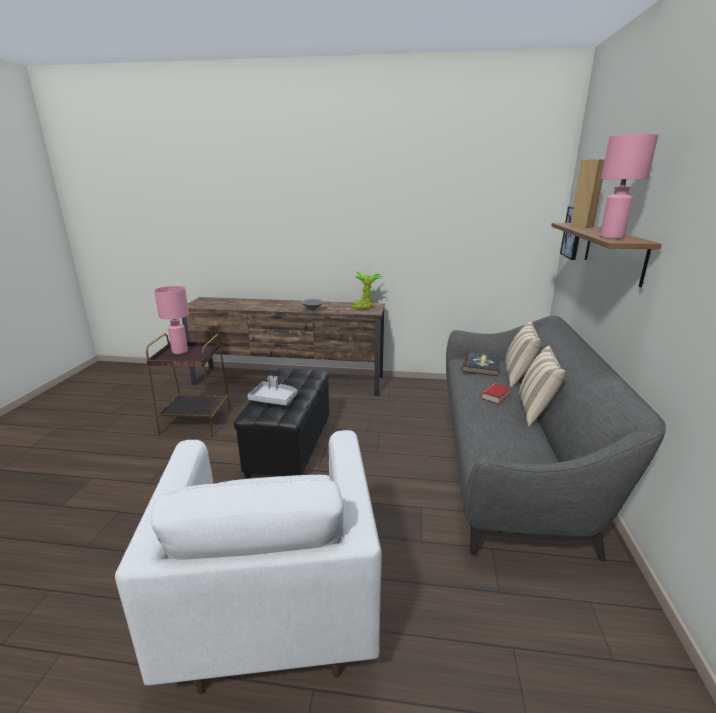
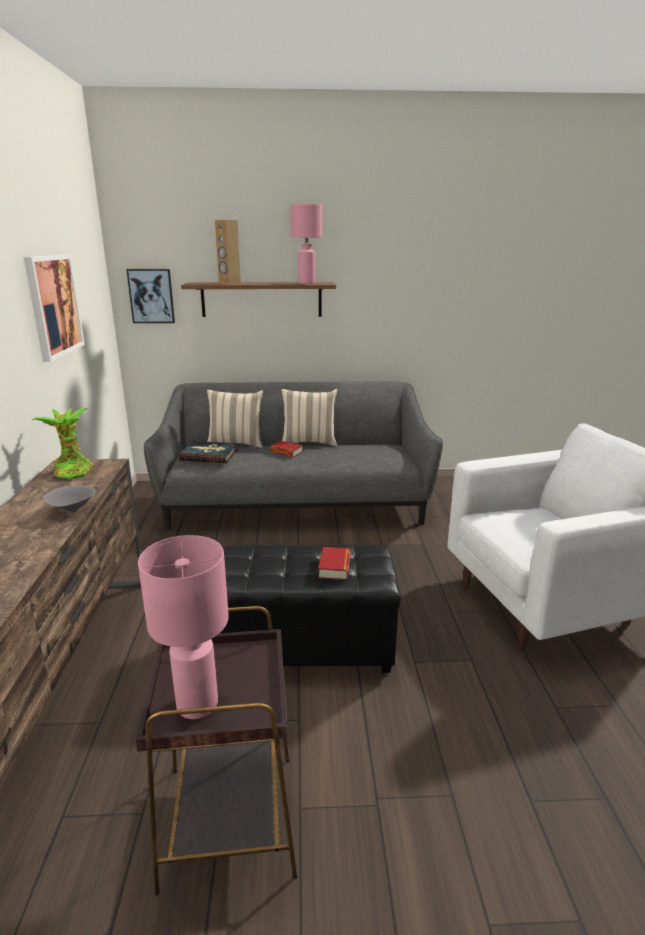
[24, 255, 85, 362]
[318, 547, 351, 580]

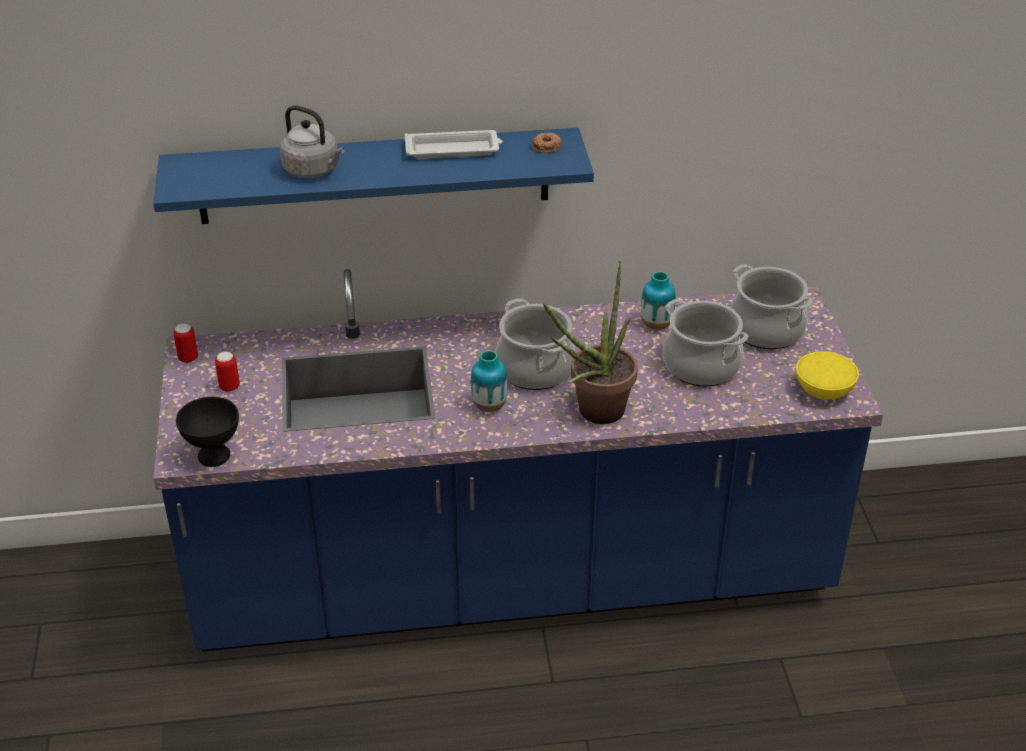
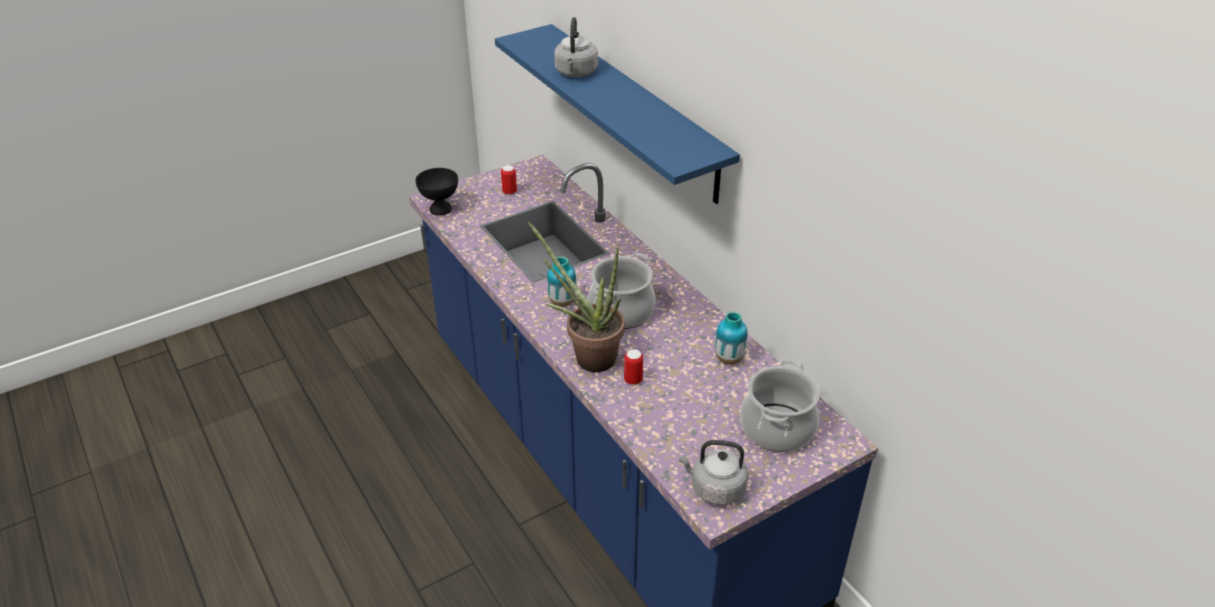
[624, 349, 643, 385]
[679, 440, 748, 505]
[405, 130, 502, 159] (first image)
[532, 132, 562, 153] (first image)
[663, 299, 749, 386] (first image)

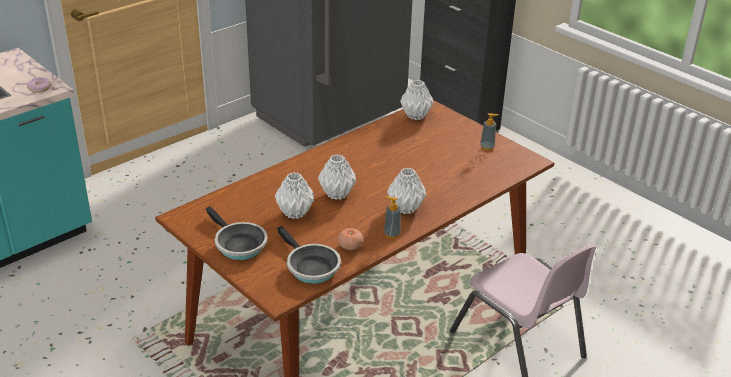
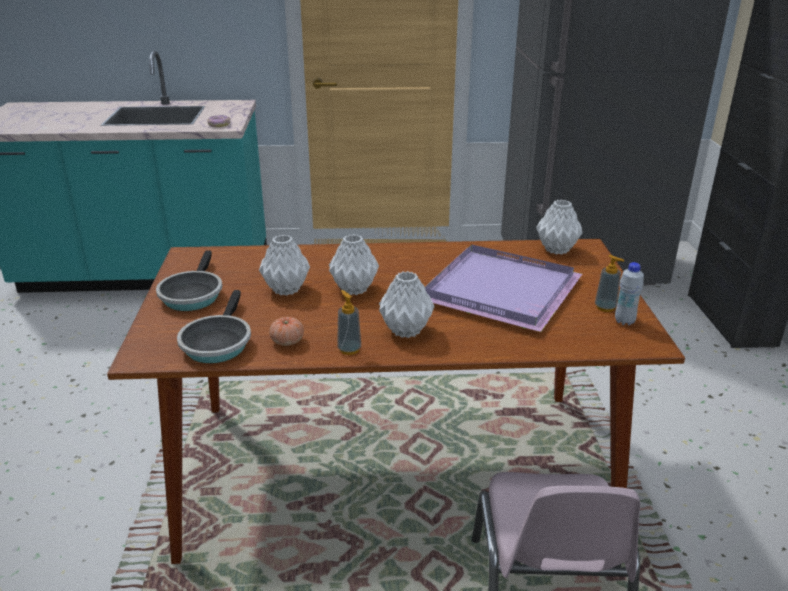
[425, 244, 582, 332]
[615, 262, 644, 325]

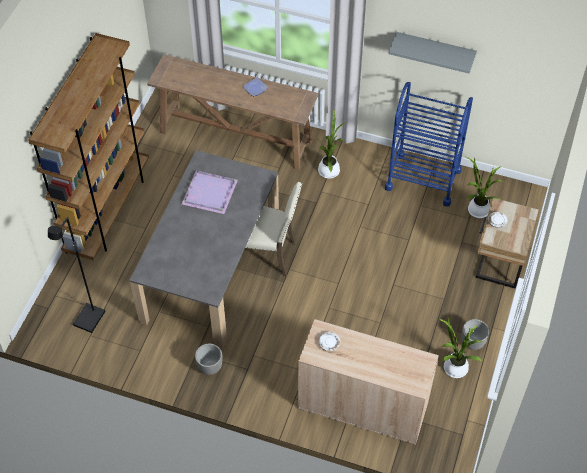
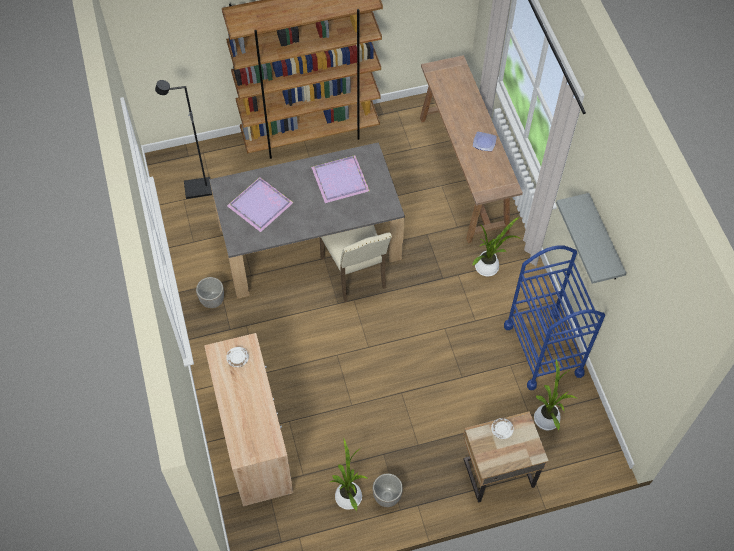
[227, 177, 294, 232]

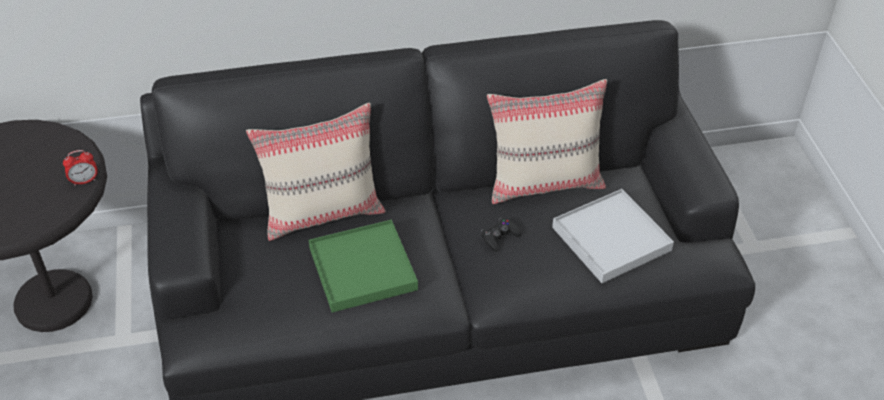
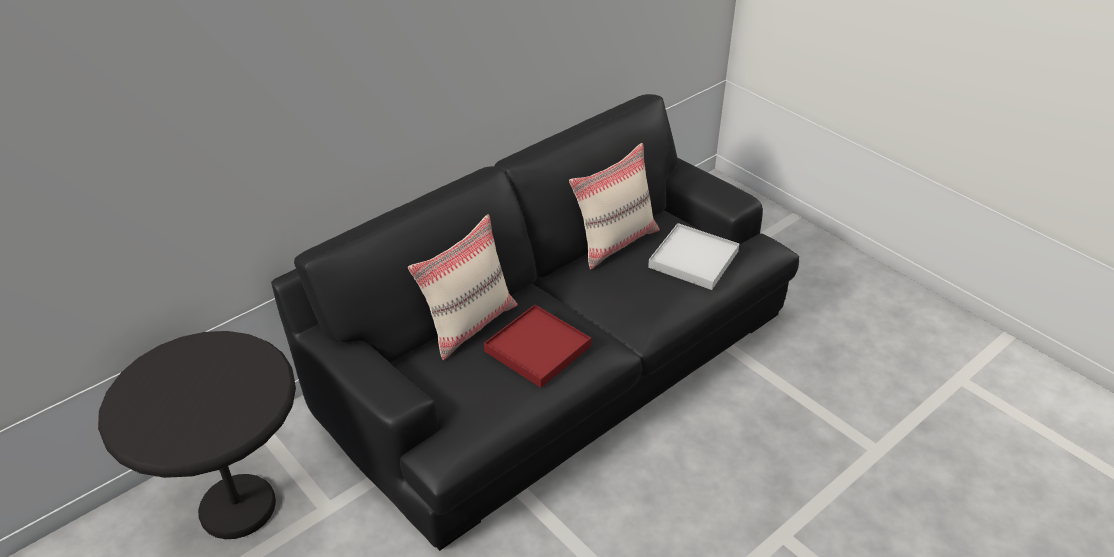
[484, 305, 591, 388]
[63, 150, 98, 186] (first image)
[481, 218, 521, 252] (first image)

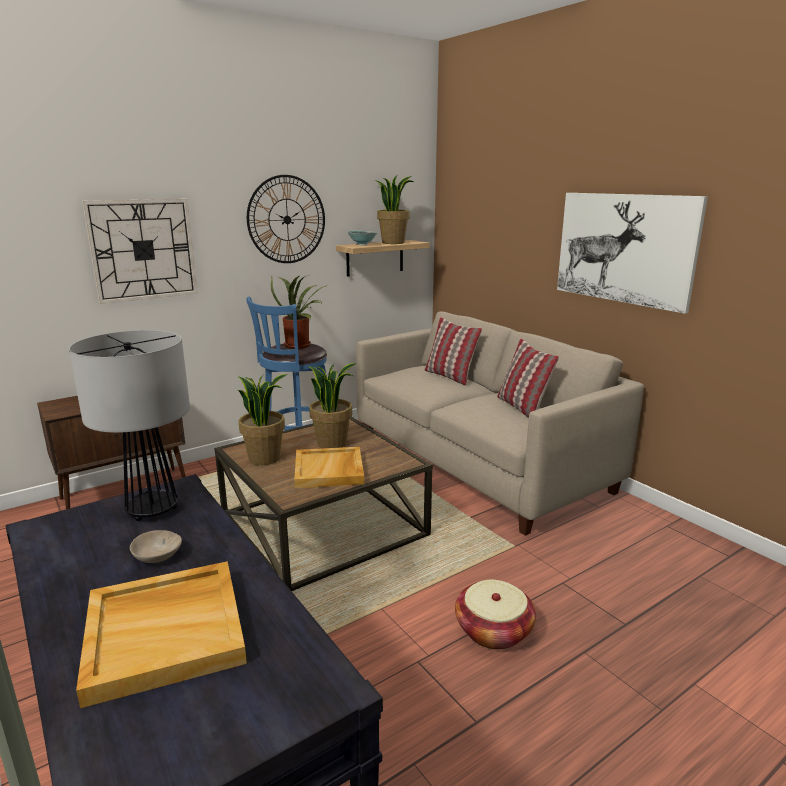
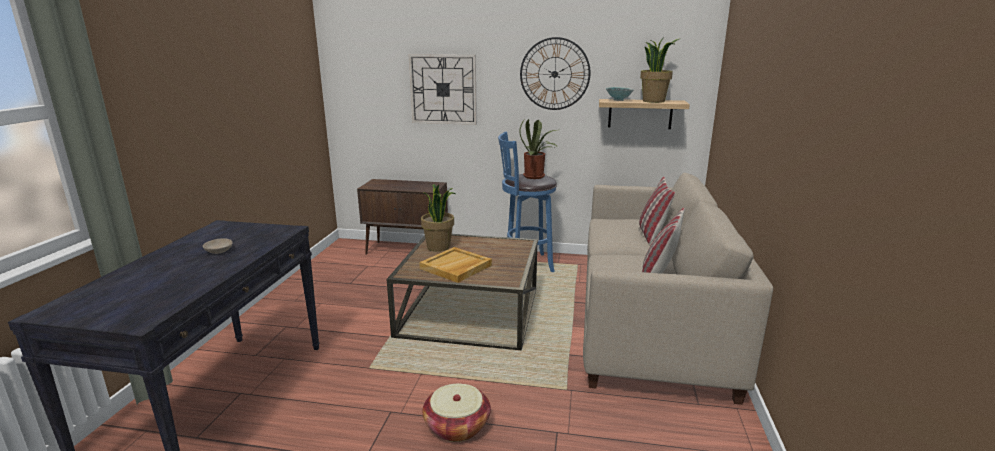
[69, 330, 190, 521] (first image)
[76, 561, 247, 708] (first image)
[308, 363, 357, 448] (first image)
[557, 193, 708, 314] (first image)

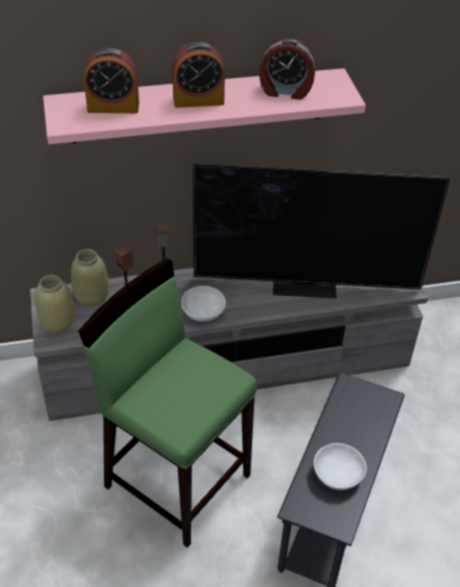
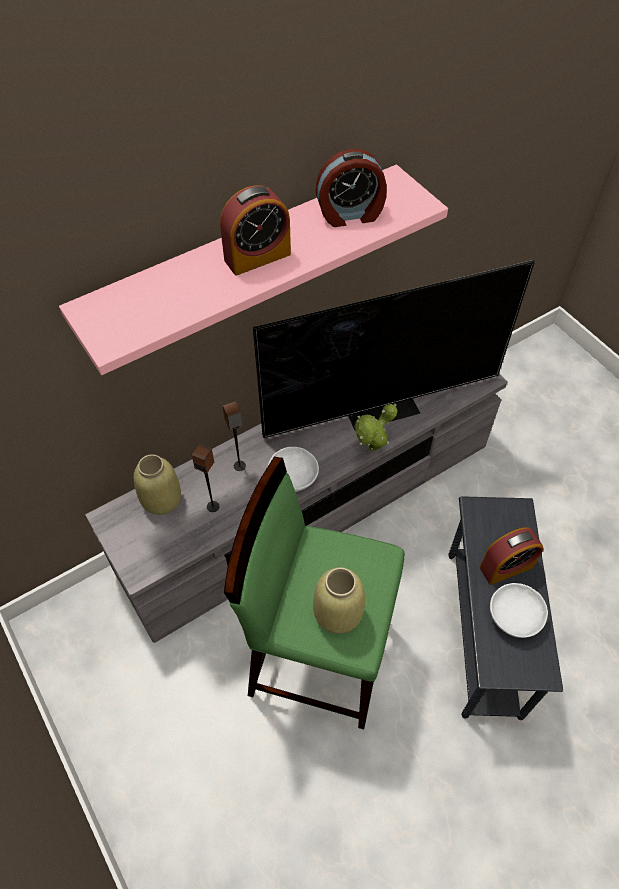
[313, 568, 365, 634]
[354, 403, 398, 451]
[480, 527, 543, 585]

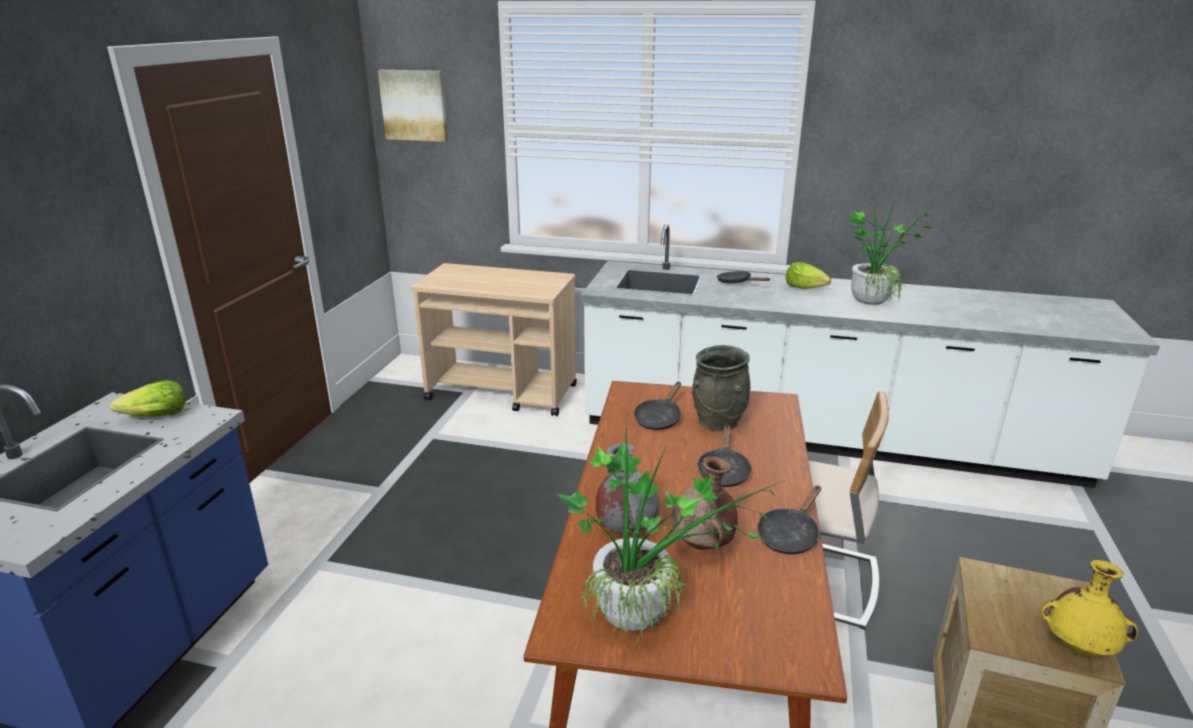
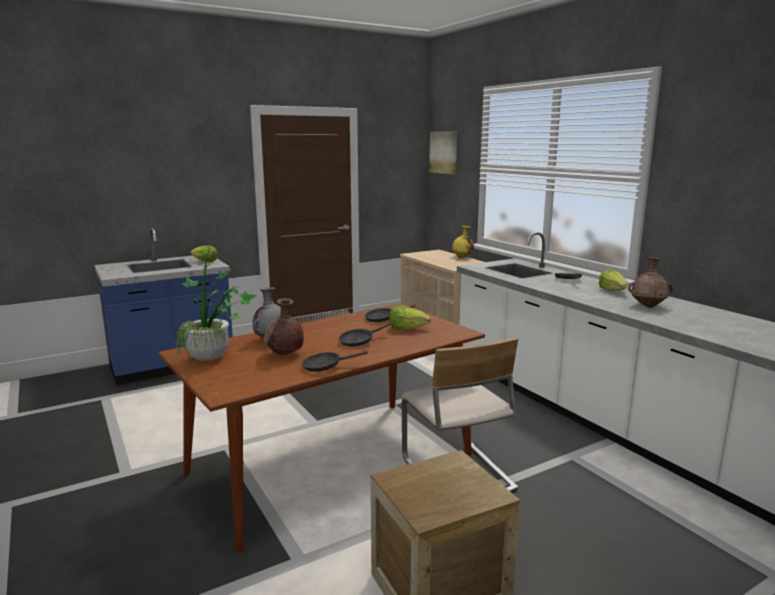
[389, 306, 431, 330]
[452, 226, 474, 258]
[628, 257, 673, 308]

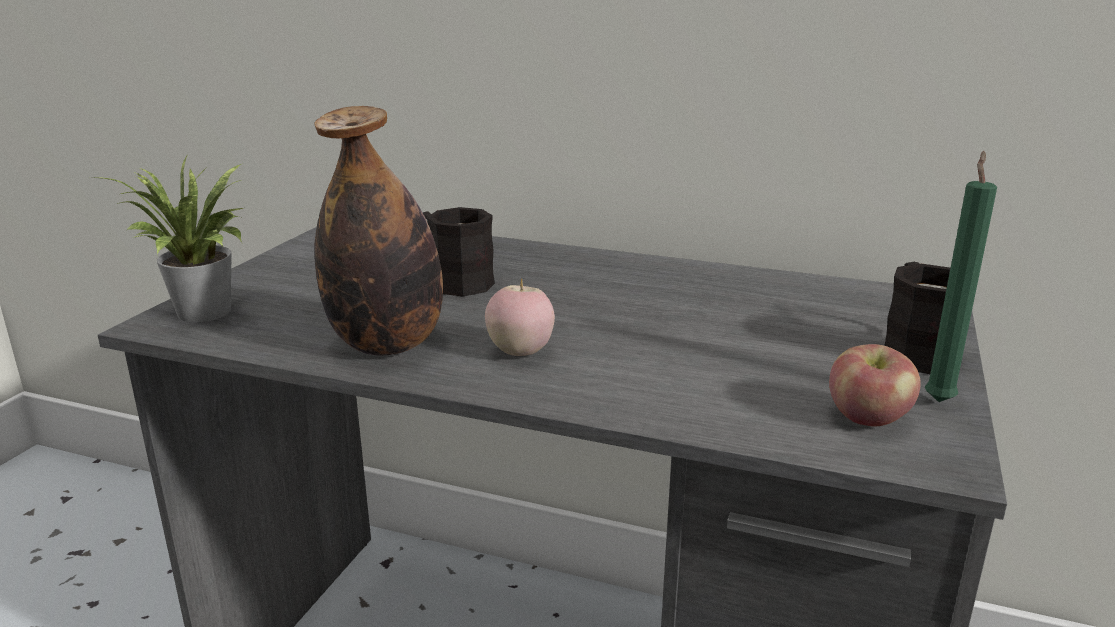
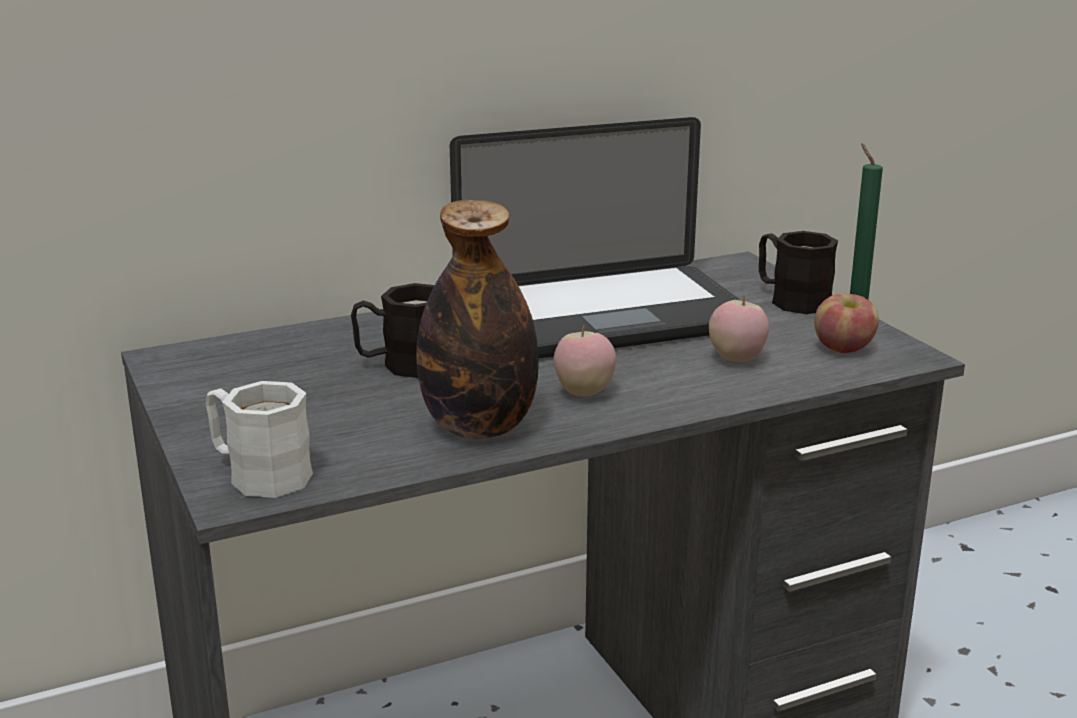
[206, 381, 313, 498]
[450, 117, 740, 359]
[709, 296, 769, 362]

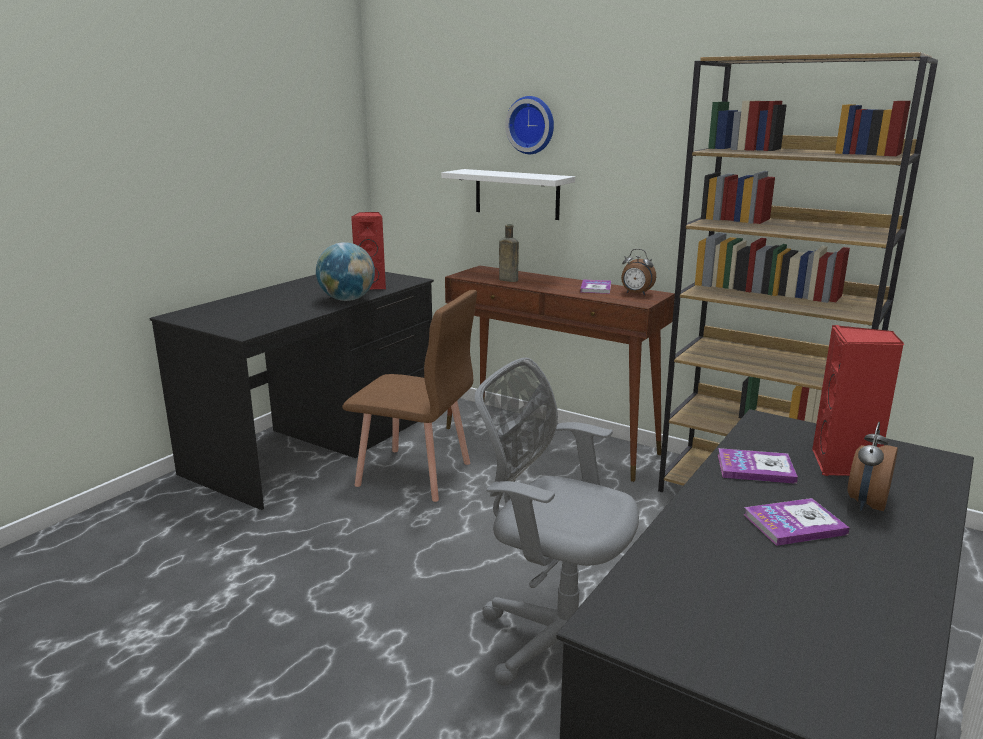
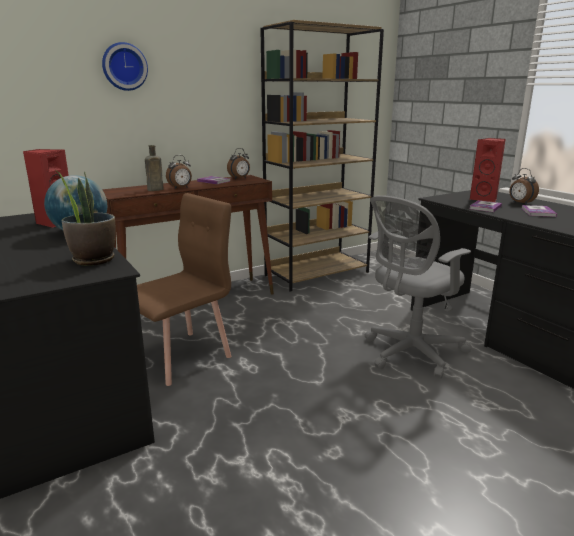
[55, 170, 116, 266]
[166, 155, 192, 189]
[441, 169, 575, 220] (first image)

